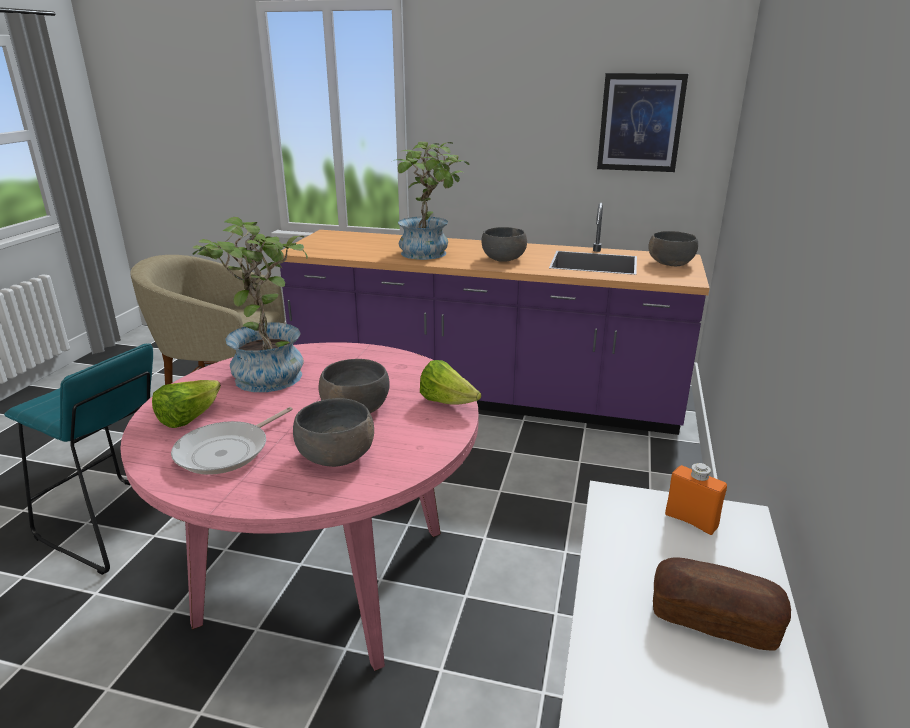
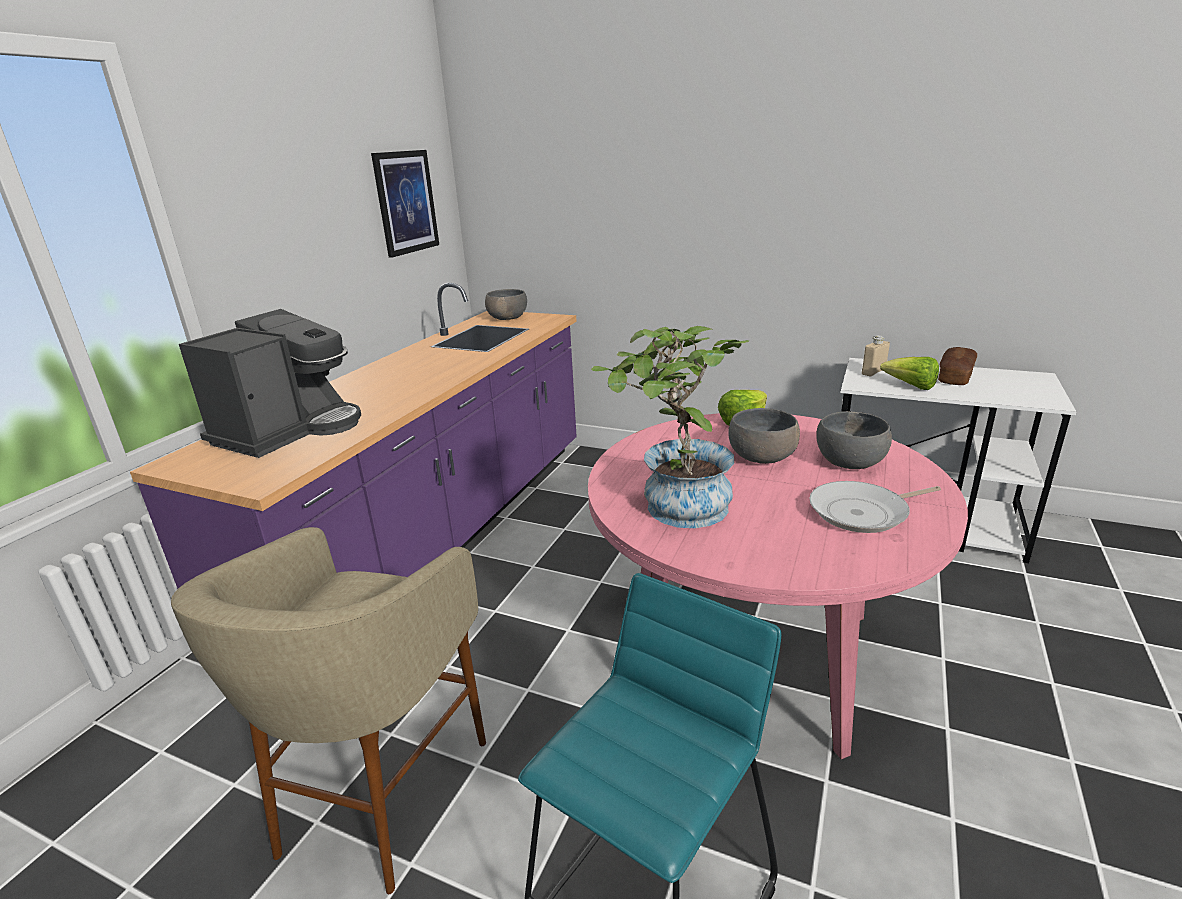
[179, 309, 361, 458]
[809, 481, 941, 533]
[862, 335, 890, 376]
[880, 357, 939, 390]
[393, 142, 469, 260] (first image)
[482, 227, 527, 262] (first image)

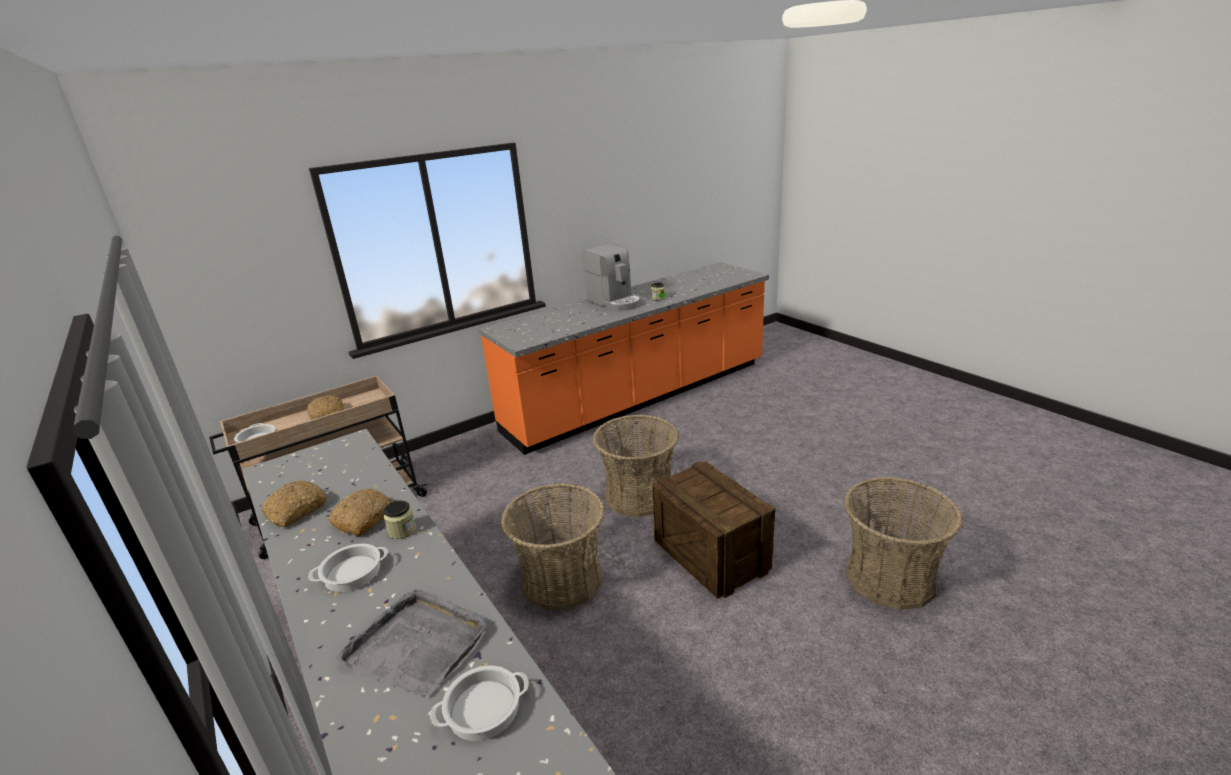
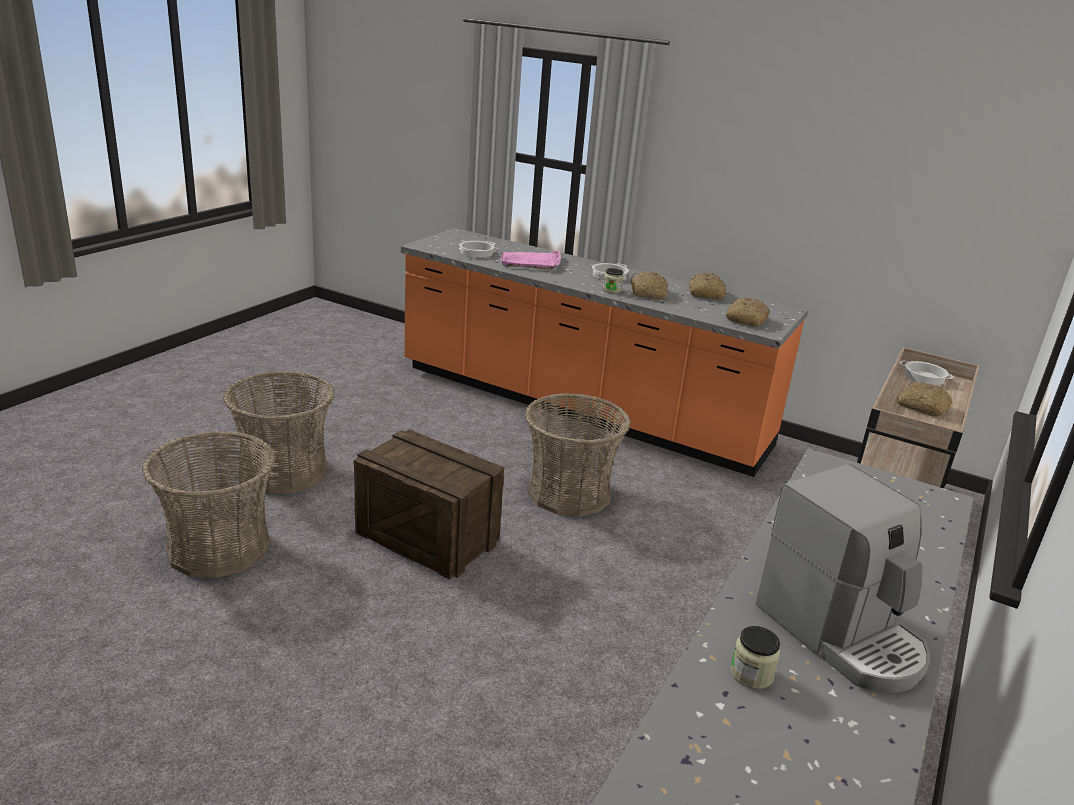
[223, 371, 335, 494]
[500, 251, 561, 270]
[726, 297, 770, 327]
[755, 464, 930, 693]

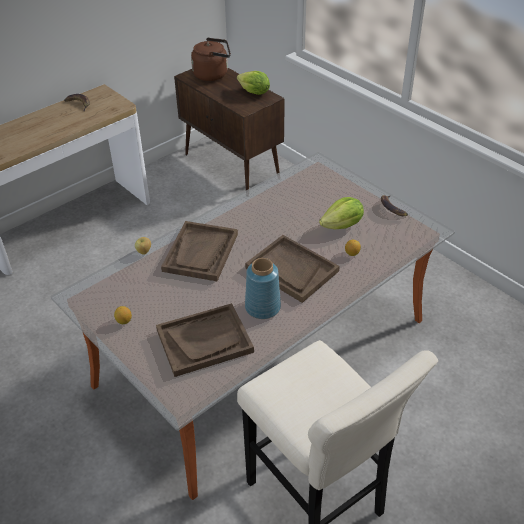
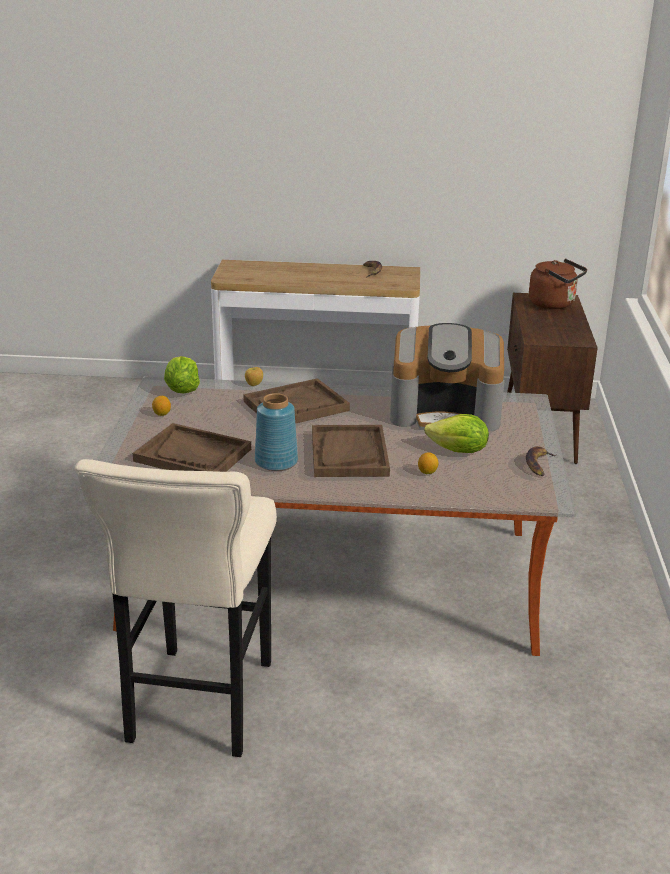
[164, 356, 200, 394]
[390, 323, 505, 431]

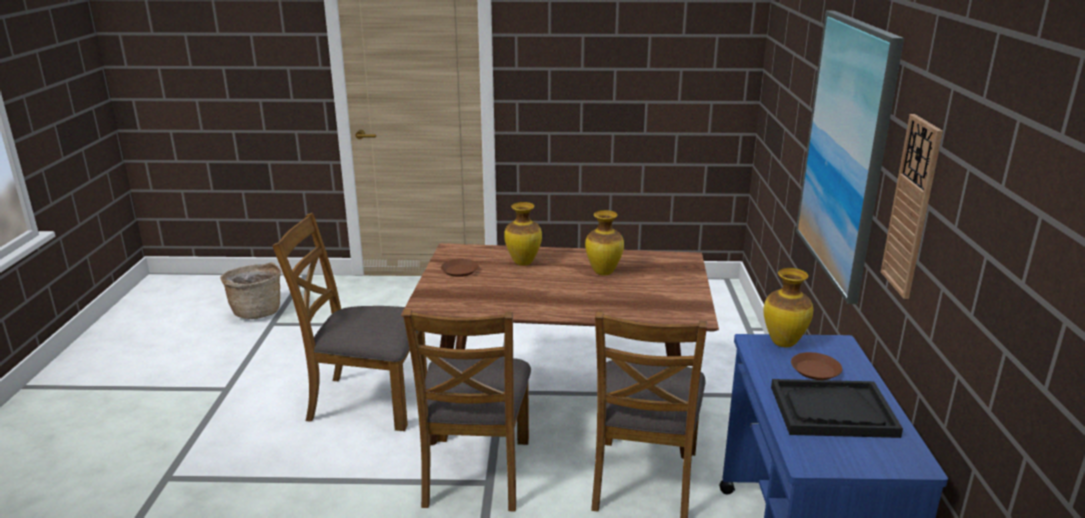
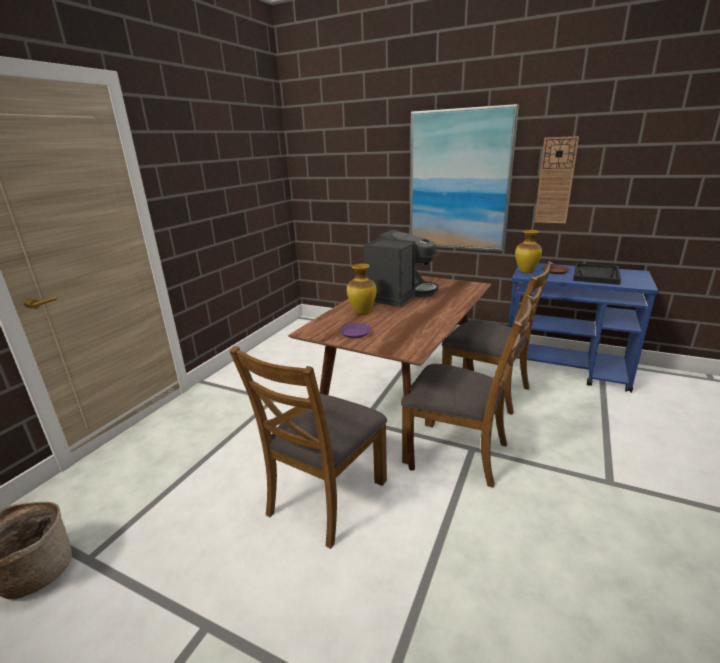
[339, 323, 372, 338]
[364, 229, 439, 307]

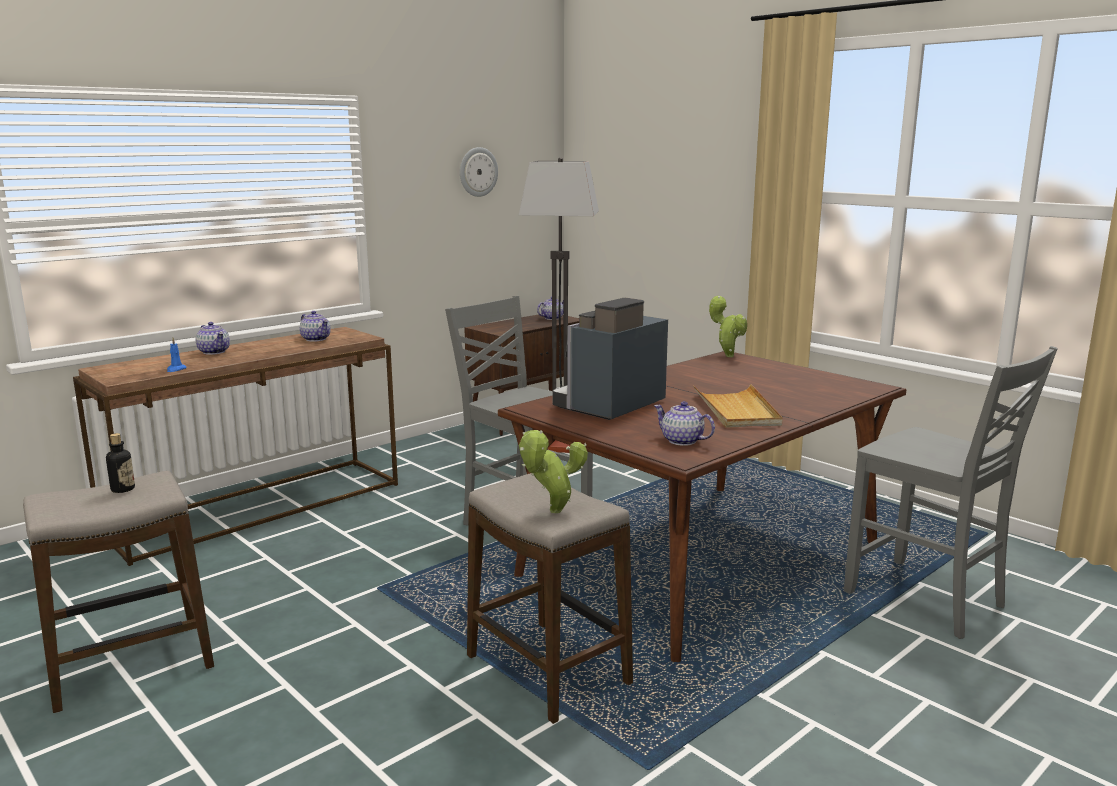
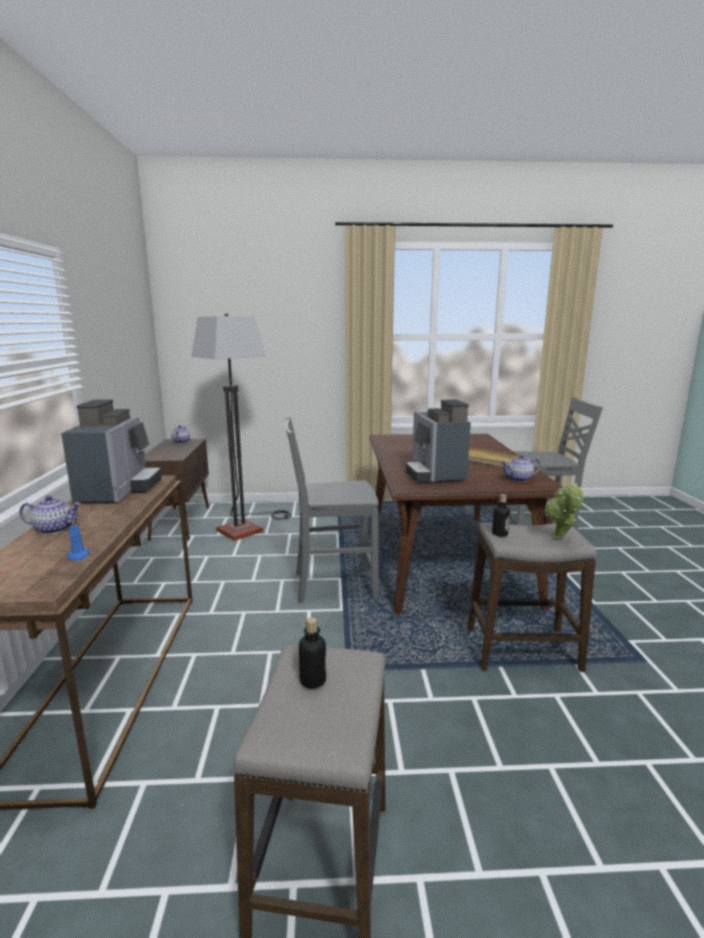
[61, 399, 162, 504]
[492, 494, 510, 537]
[460, 147, 498, 197] (first image)
[709, 296, 747, 357] (first image)

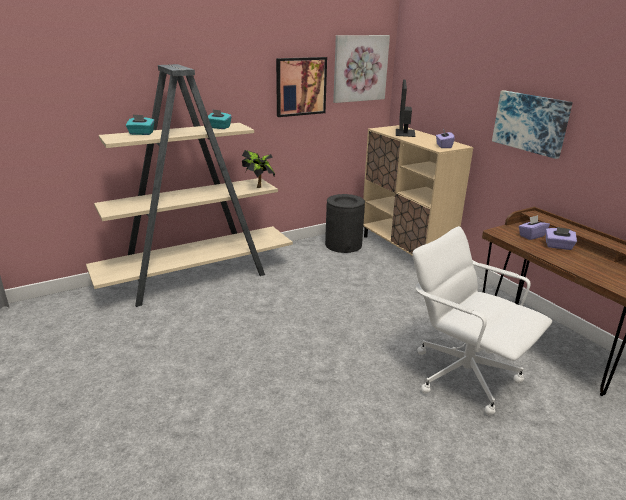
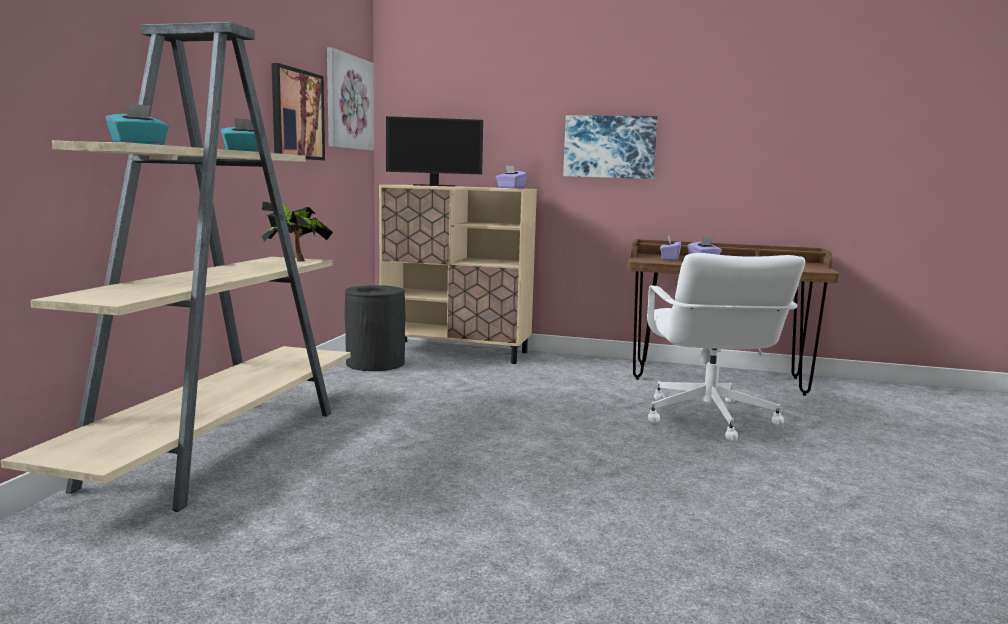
[386, 116, 483, 187]
[647, 253, 805, 441]

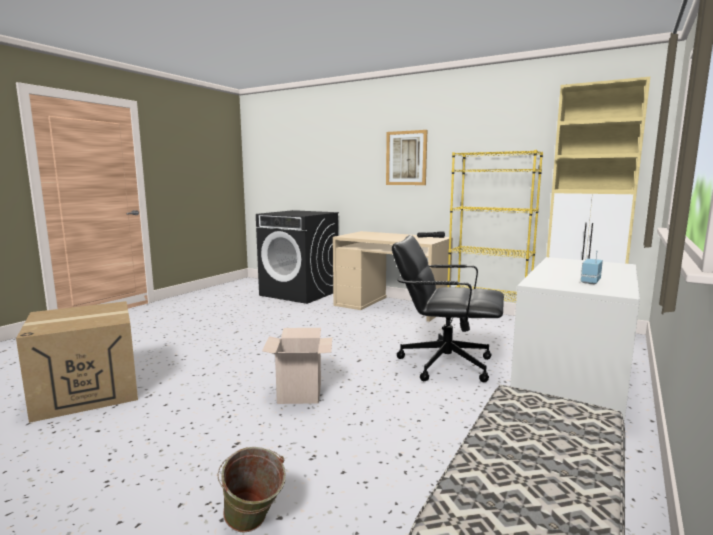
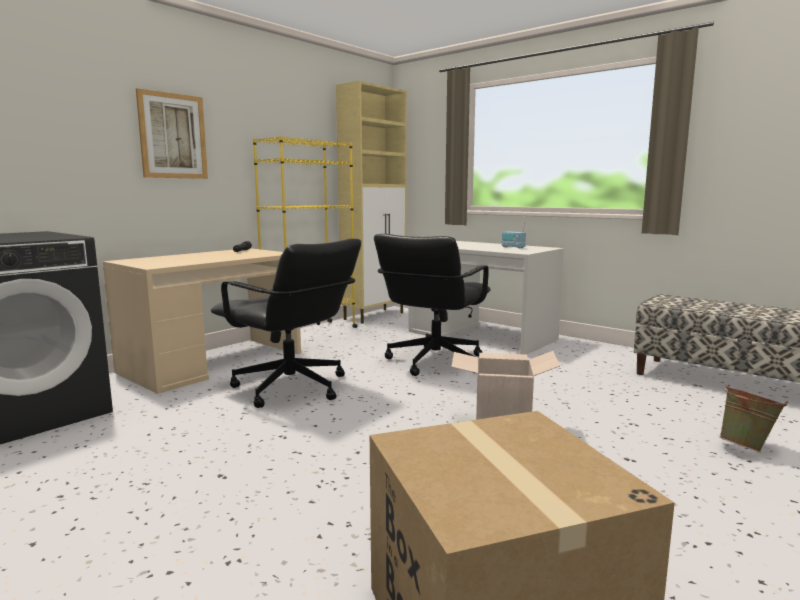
[211, 238, 361, 408]

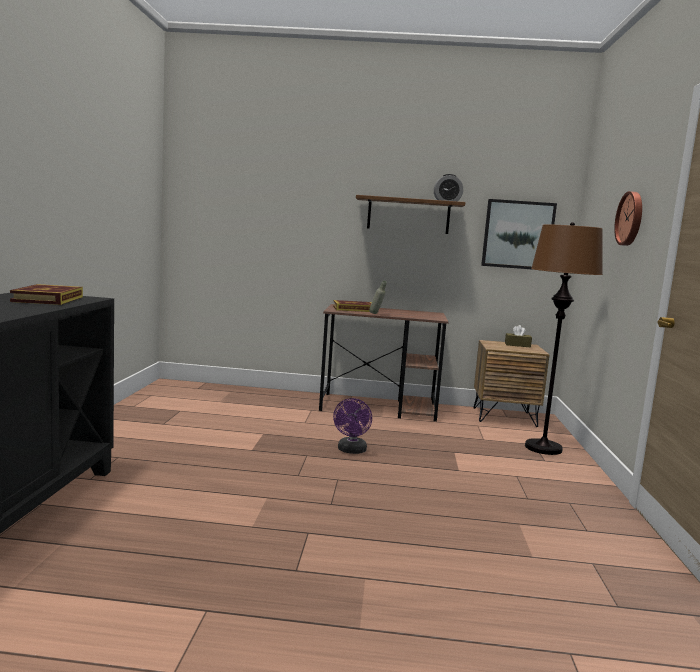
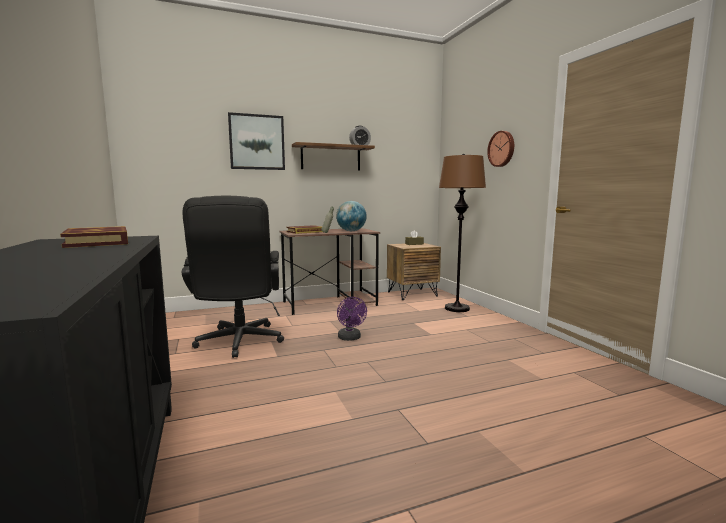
[182, 196, 284, 358]
[228, 112, 285, 170]
[336, 201, 367, 231]

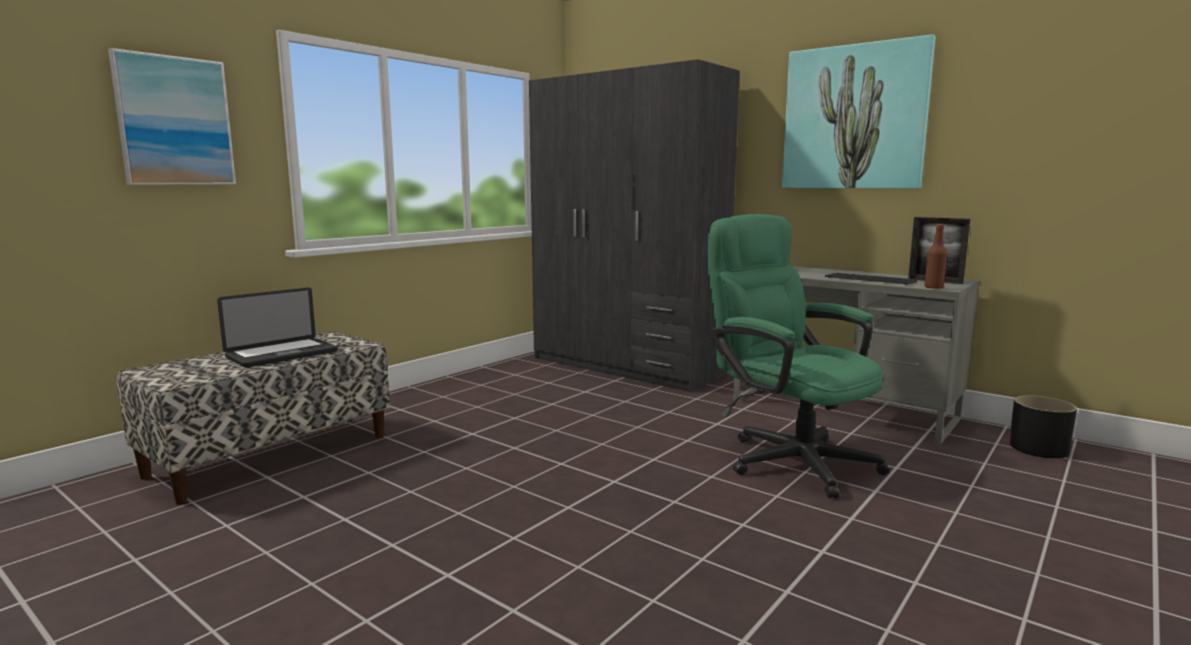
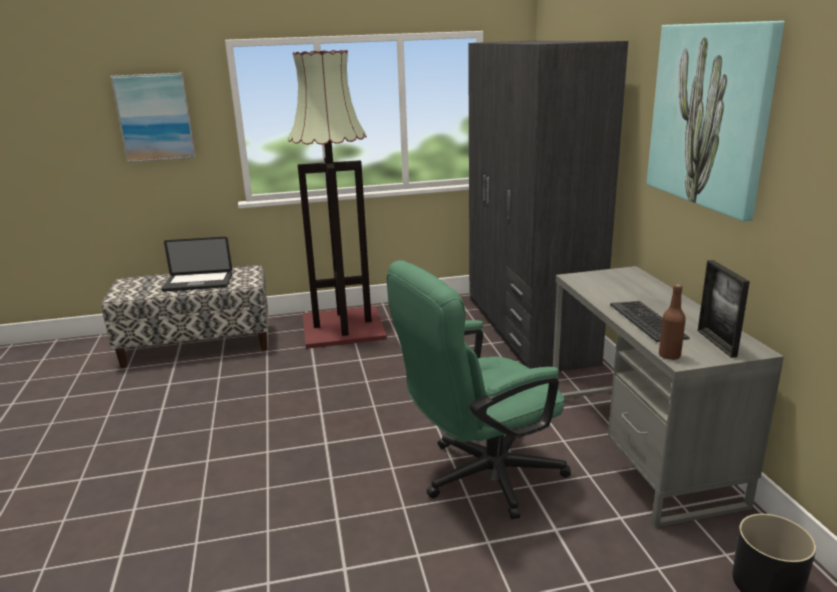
[288, 50, 387, 349]
[387, 260, 571, 519]

